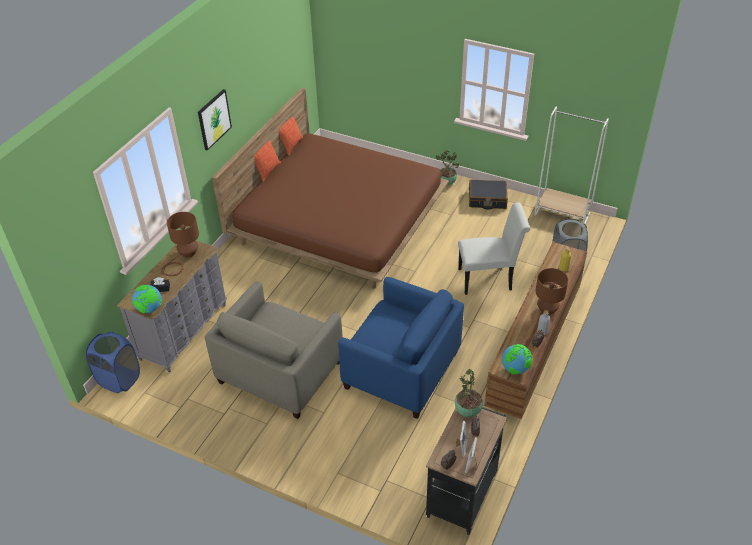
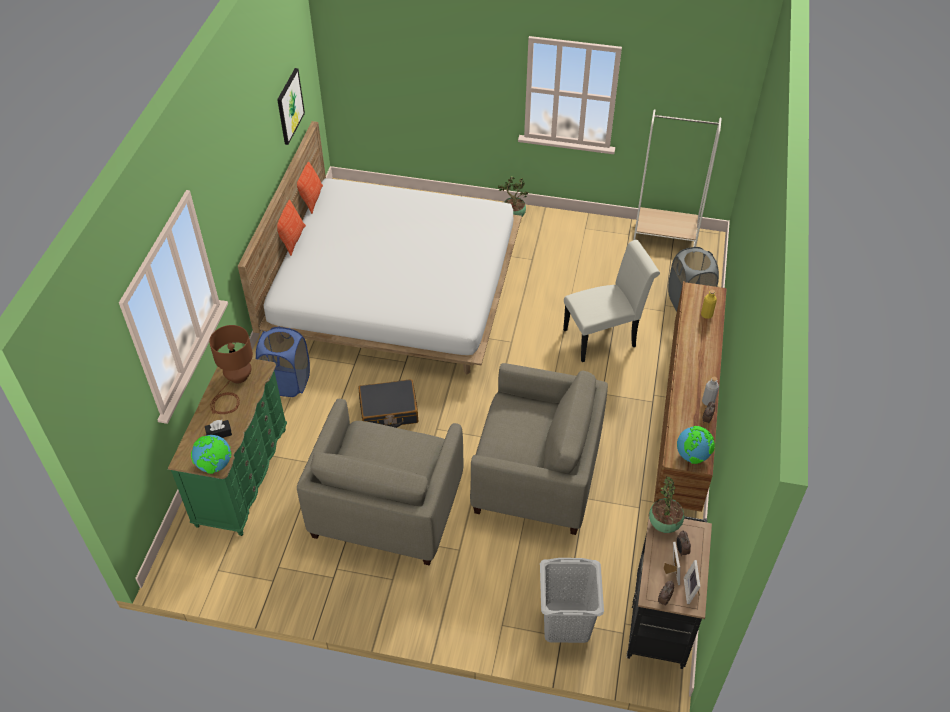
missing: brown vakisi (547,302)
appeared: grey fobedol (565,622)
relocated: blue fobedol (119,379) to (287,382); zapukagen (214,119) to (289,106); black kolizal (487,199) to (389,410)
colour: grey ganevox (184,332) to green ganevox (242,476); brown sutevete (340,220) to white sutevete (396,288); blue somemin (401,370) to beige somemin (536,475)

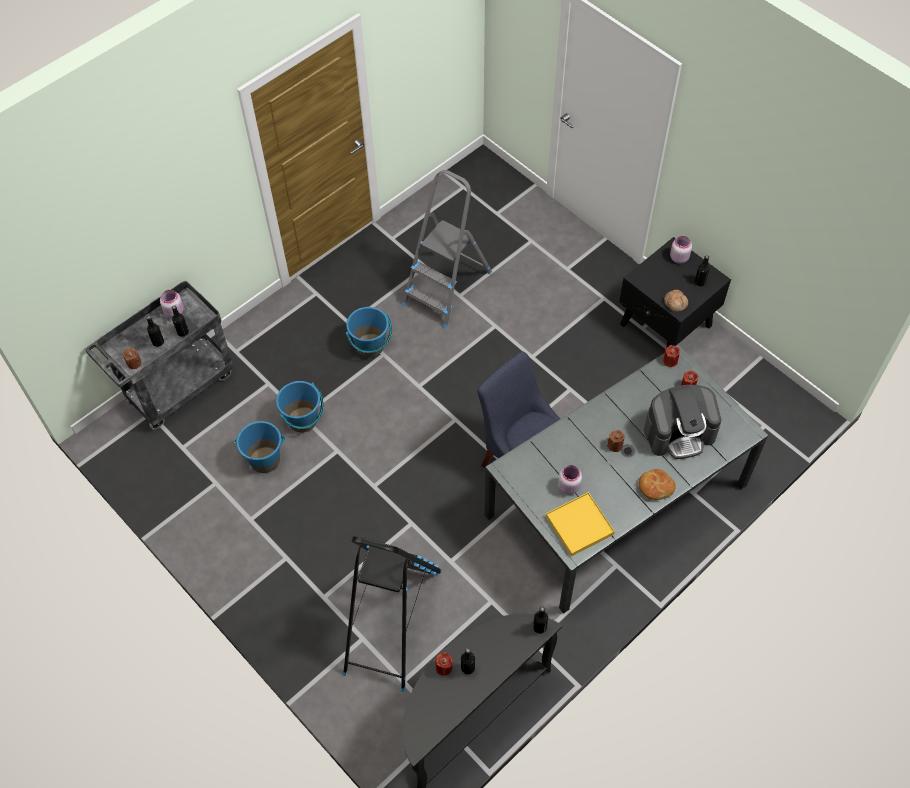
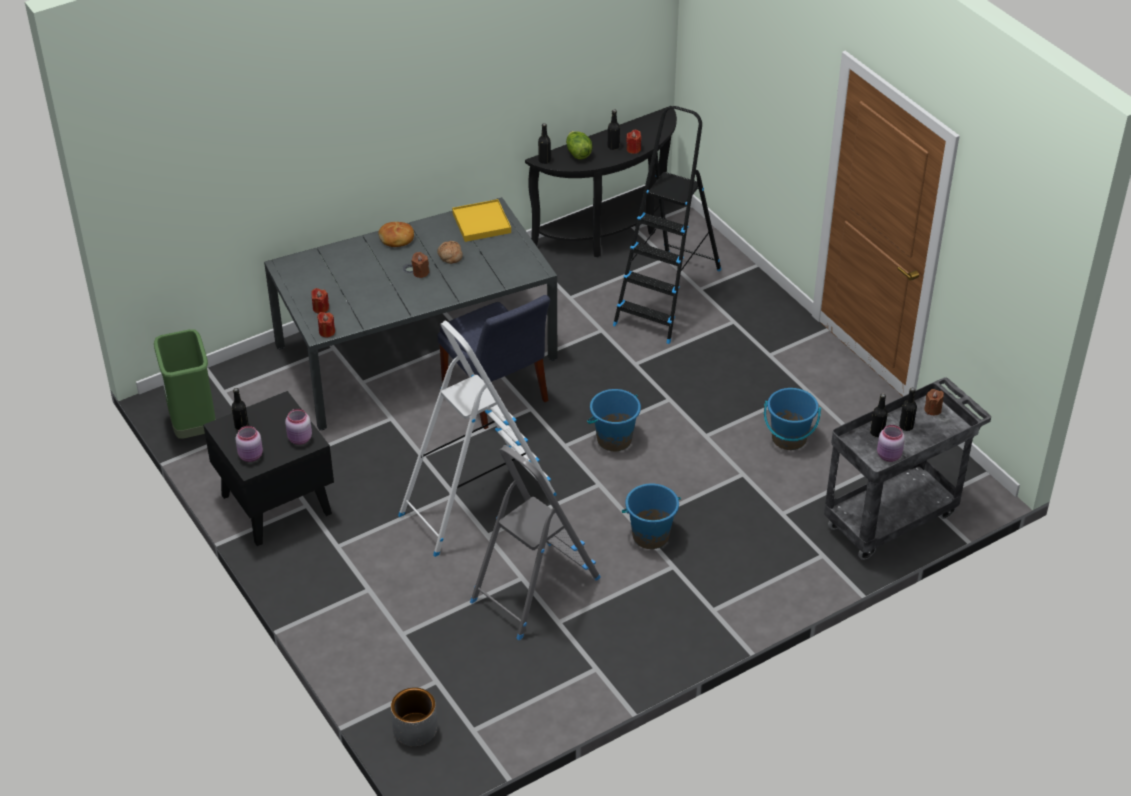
missing: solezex (679,432)
appeared: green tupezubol (194,427); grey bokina (414,729); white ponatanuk (478,504); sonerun (578,153)
relocated: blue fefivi (303,420) to (614,439); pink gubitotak (568,486) to (300,439); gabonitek (675,303) to (450,256)

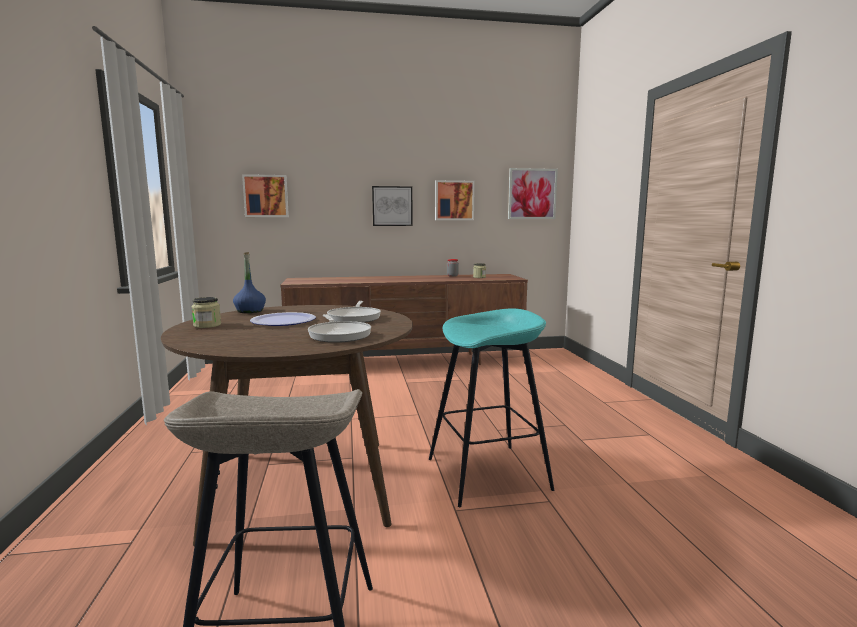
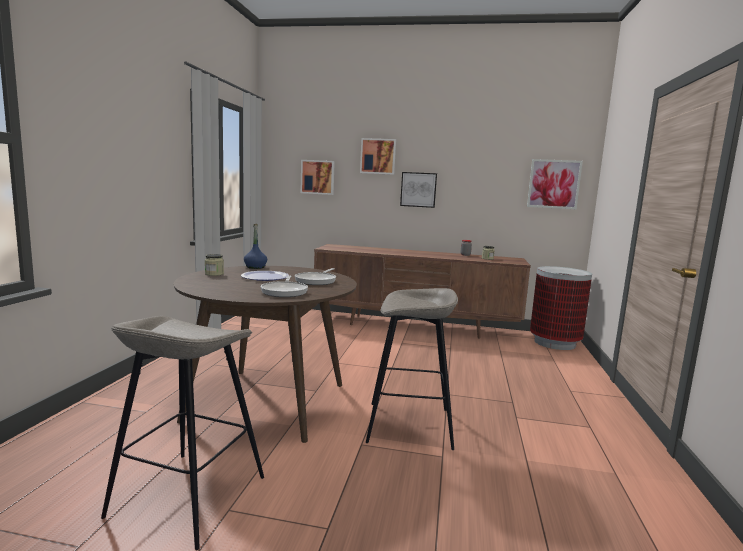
appeared: tupezubol (554,343)
relocated: zapukagen (454,200) to (378,156)
colour: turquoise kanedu (488,474) to grey kanedu (409,425)

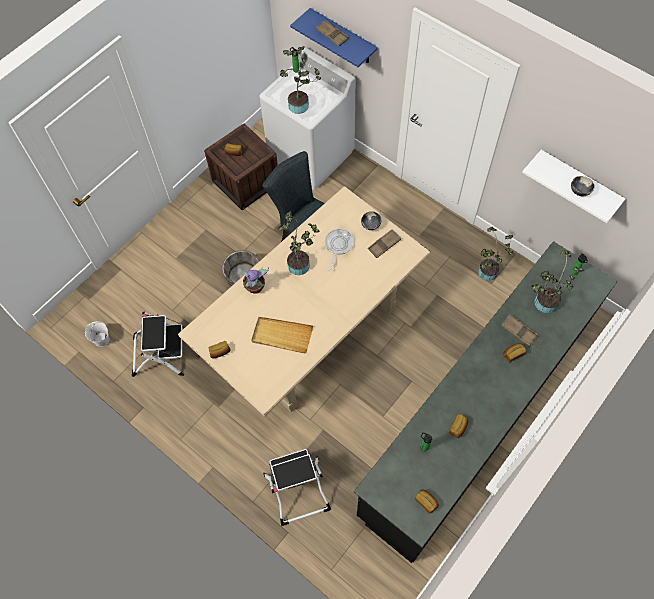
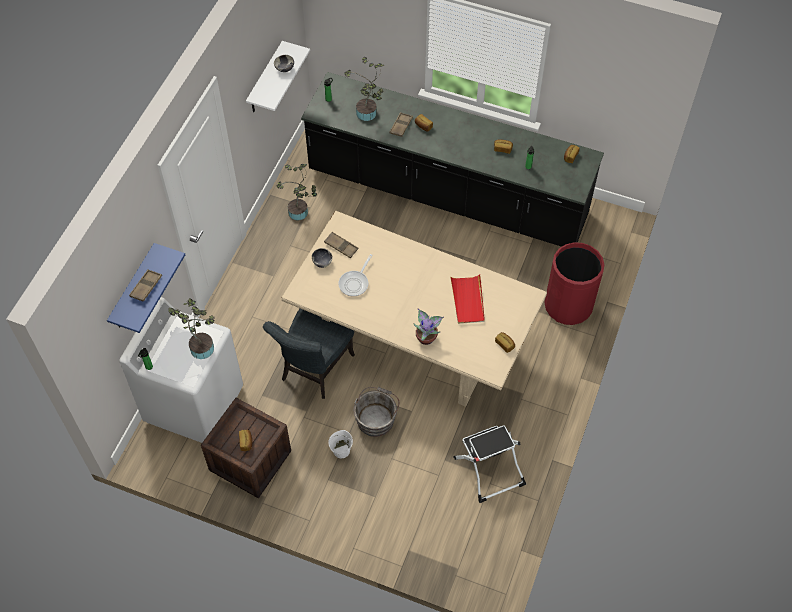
missing: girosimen (300,263)
relocated: white fefivi (102,339) to (341,450)
exchanged: ponatanuk (297,489) to red tupezubol (568,305)
colour: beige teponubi (282,336) to red teponubi (468,300)
spun: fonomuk (338,246) = (355,283) 60 degrees counterclockwise

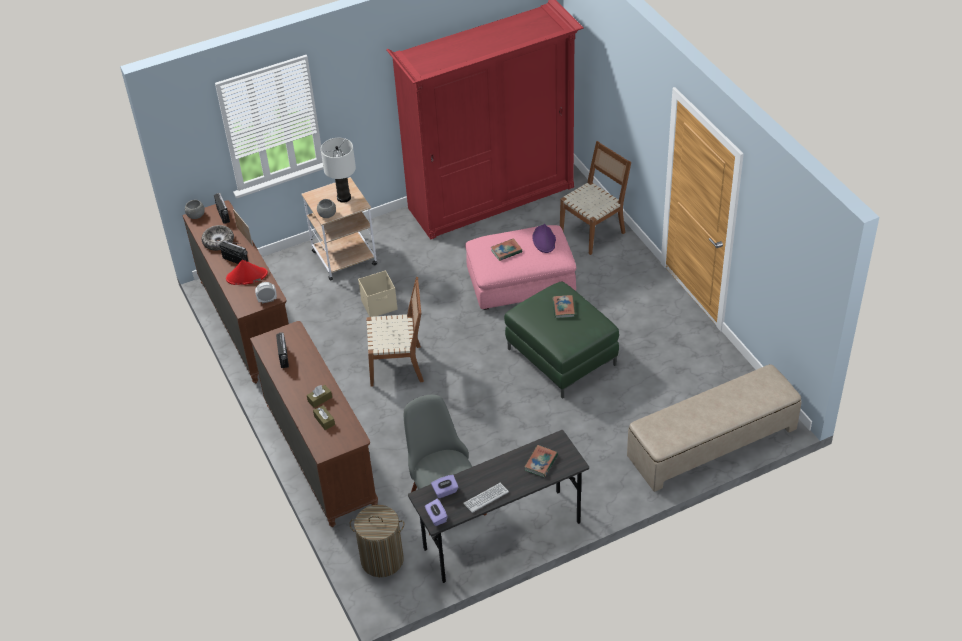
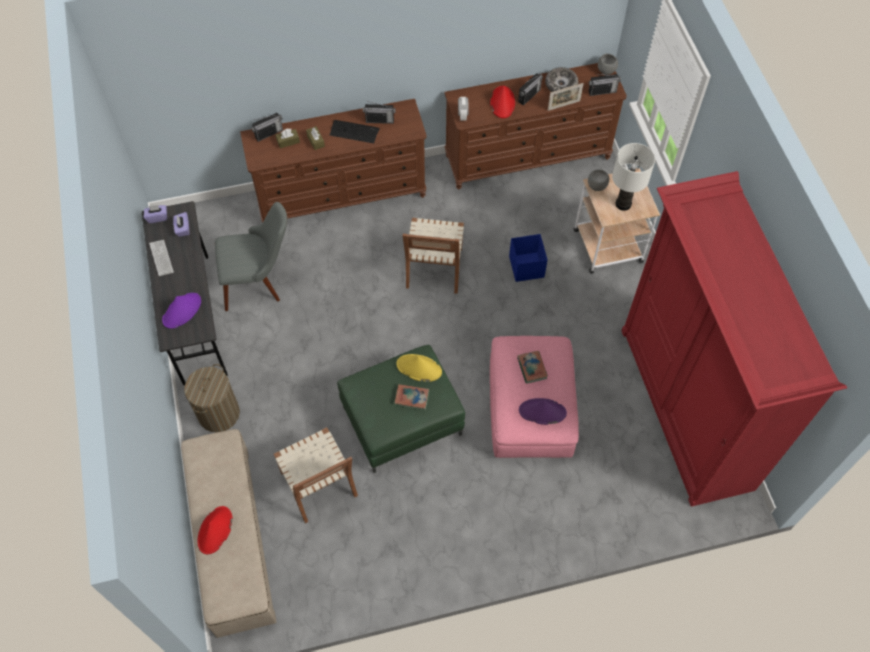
appeared: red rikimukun (215,530); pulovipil (268,133); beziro (354,131); yellow rikimukun (418,368)
relocated: fobedol (382,560) to (218,413); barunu (594,232) to (319,488)
exchanged: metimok (541,463) to purple rikimukun (182,310)
colour: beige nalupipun (380,305) to blue nalupipun (526,267)

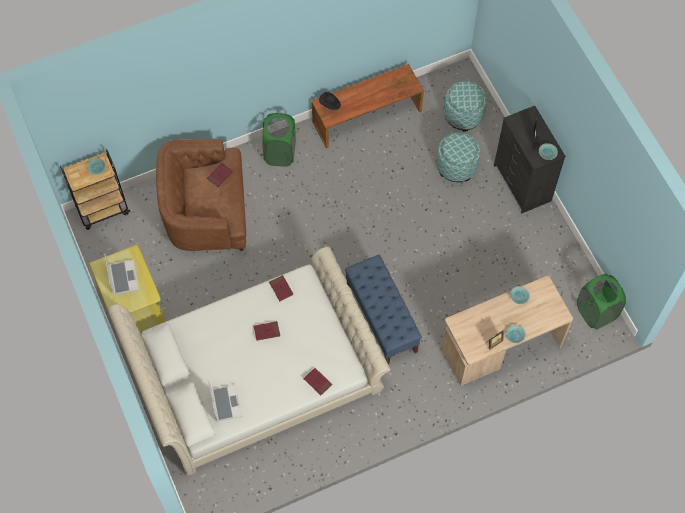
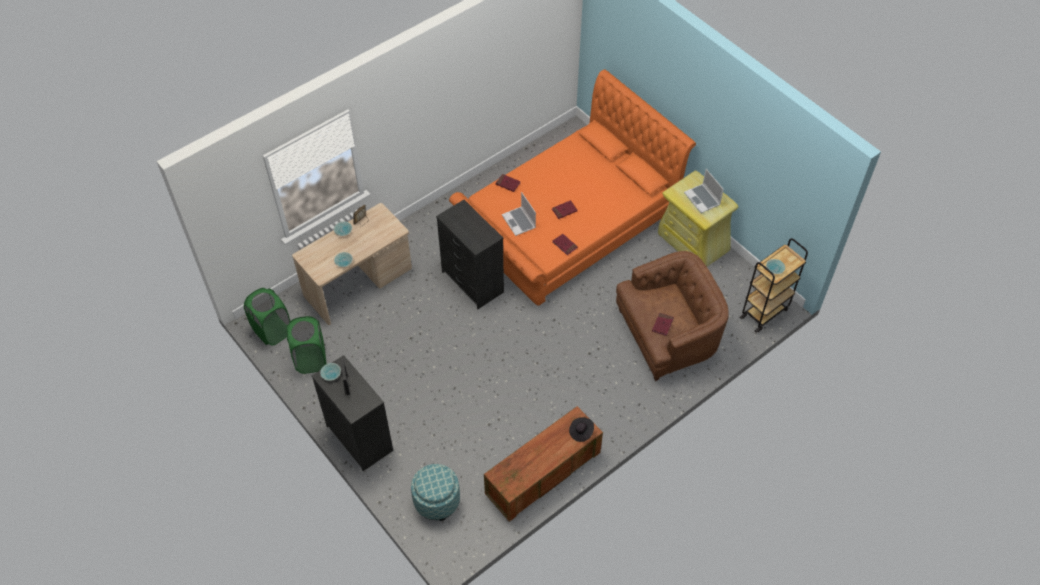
missing: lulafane (456,166)
relocated: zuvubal (225,403) to (519,222); green fobedol (280,153) to (311,359)
exchanged: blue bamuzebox (381,318) to black ganevox (472,282)
colour: beige sutevete (256,371) to orange sutevete (568,220)

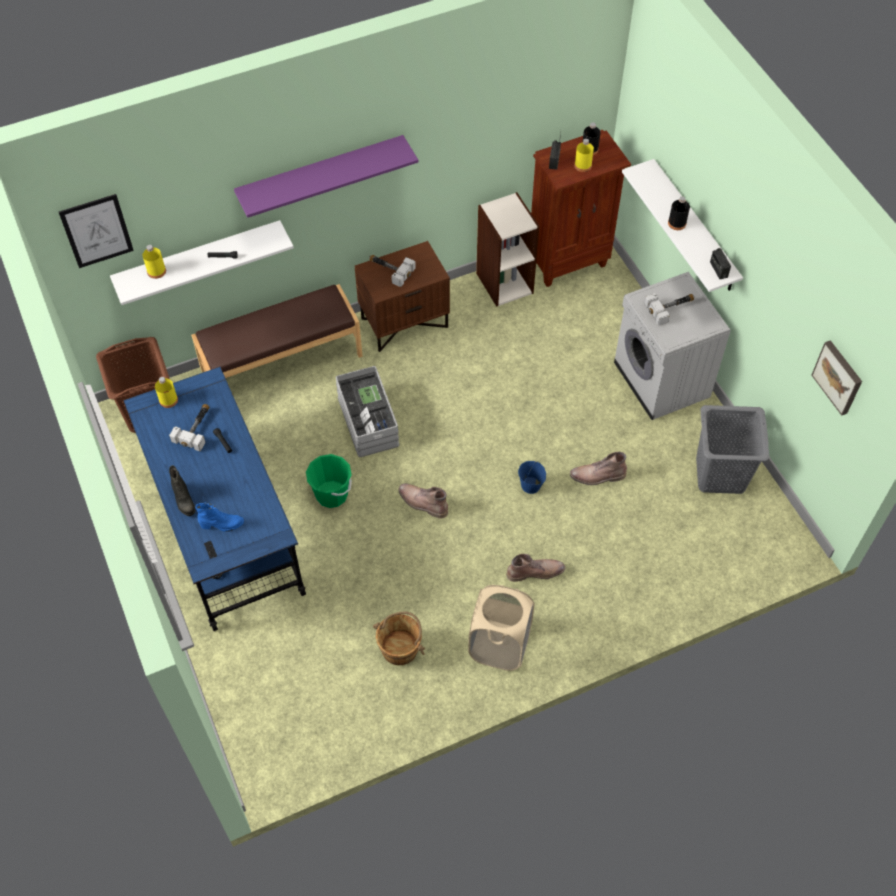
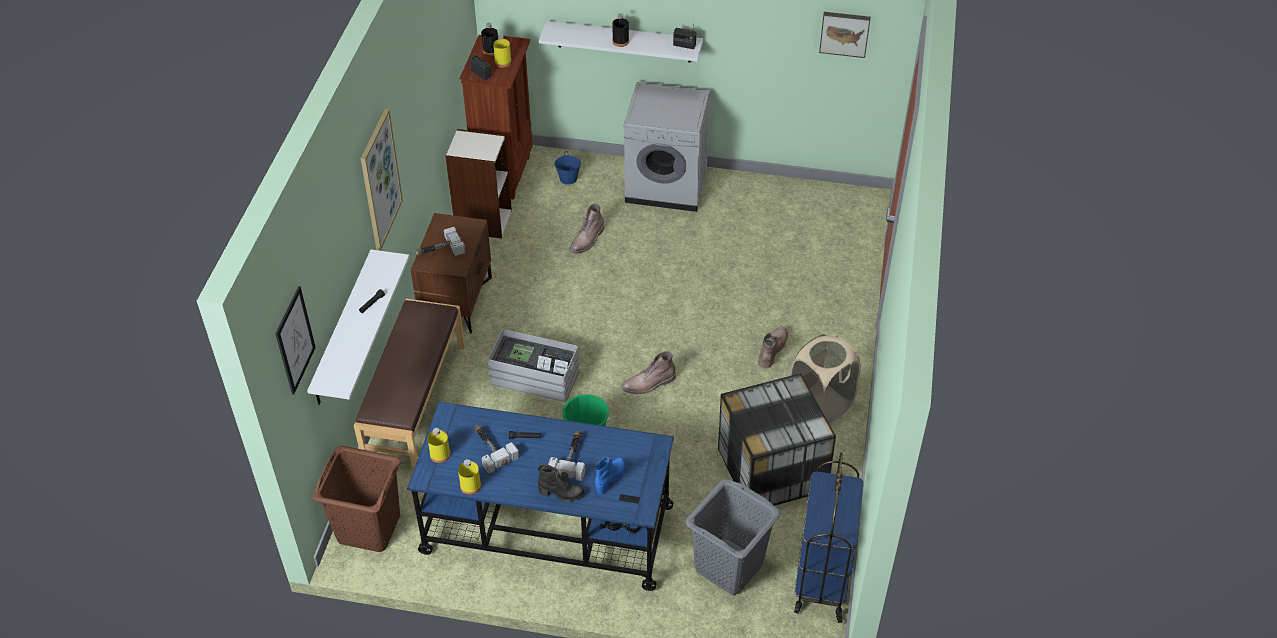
appeared: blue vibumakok (823,576)
relocated: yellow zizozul (156,271) to (470,486); blue fefivi (531,485) to (568,179); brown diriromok (597,476) to (587,240); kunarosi (671,307) to (571,457); grey fobedol (719,473) to (728,566)
exchanged: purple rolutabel (321,173) to zapukagen (379,180); brown fefivi (400,647) to nalupipun (772,469)

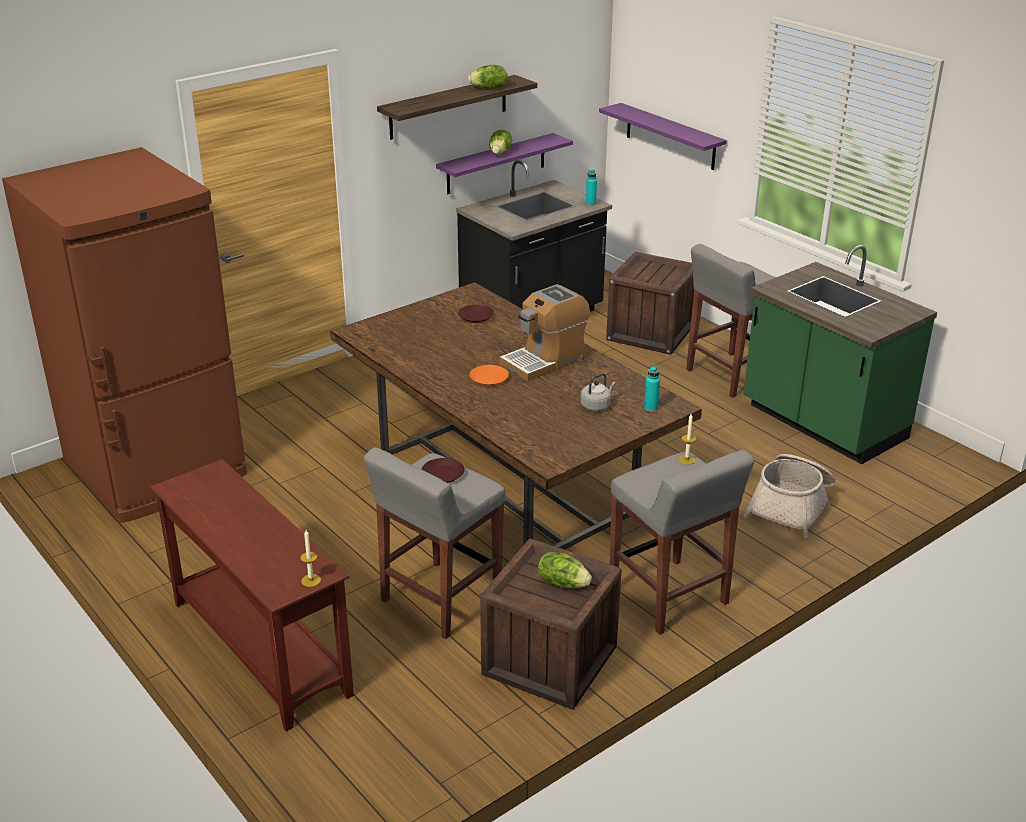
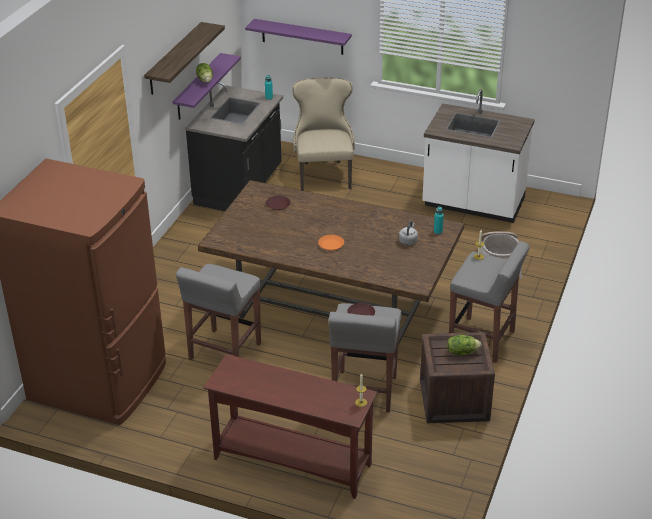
missing: sonerun (489,88); solezex (545,360)
relocated: grey kanedu (730,375) to (224,352)
exchanged: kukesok (650,333) to beige barunu (324,174)
colour: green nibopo (822,424) to white nibopo (473,204)

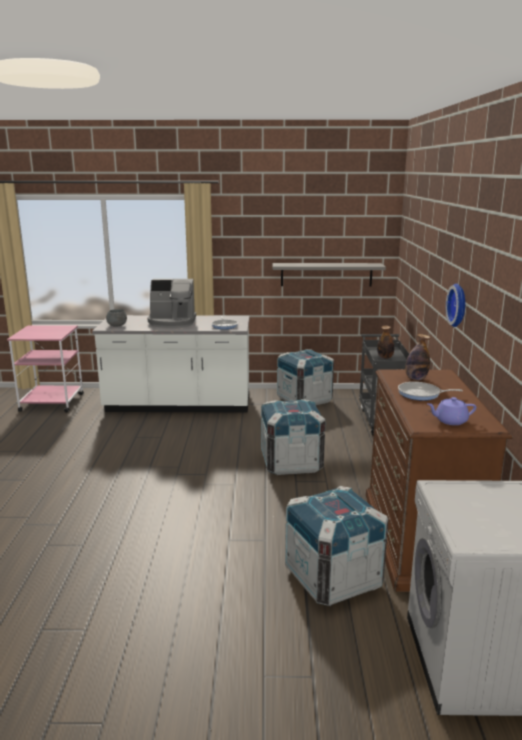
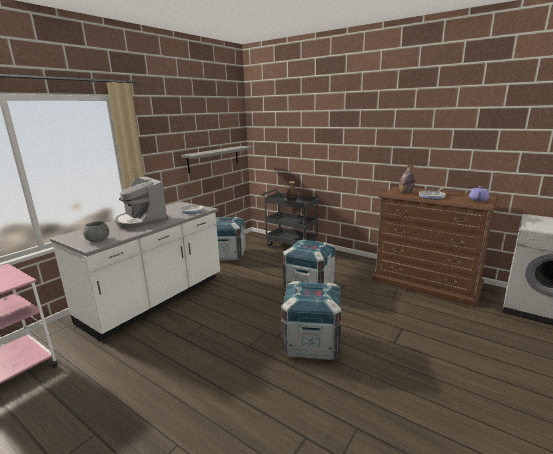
missing: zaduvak (459,305)
relocated: kukesok (333,577) to (311,343)
spun: solezex (172,322) = (141,222) 105 degrees clockwise

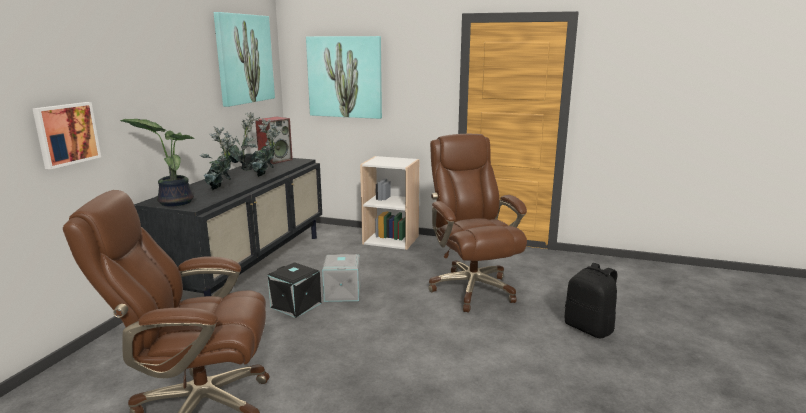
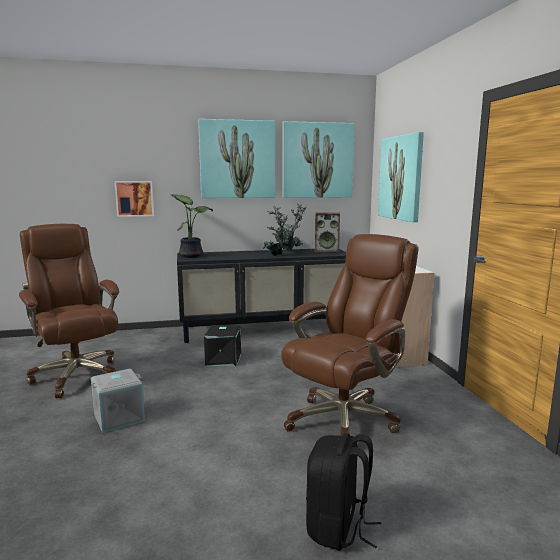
missing: girosimen (221,189)
appeared: zapukagen (237,159)
relocated: grey nalupipun (341,293) to (119,417)

